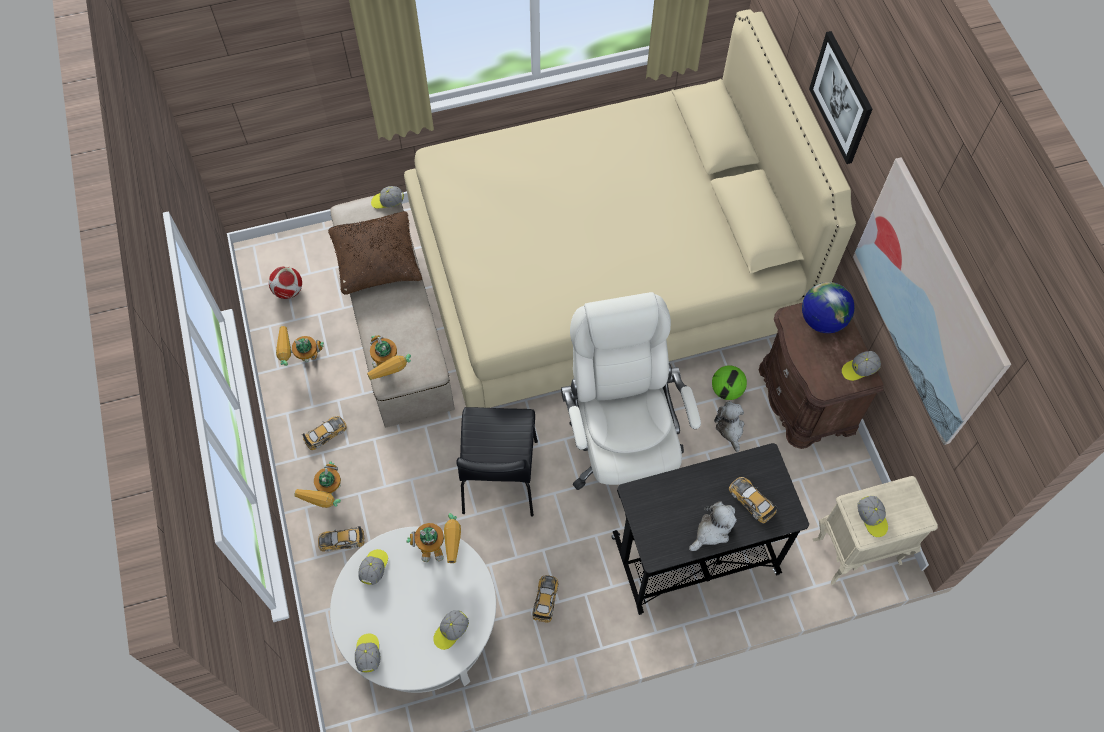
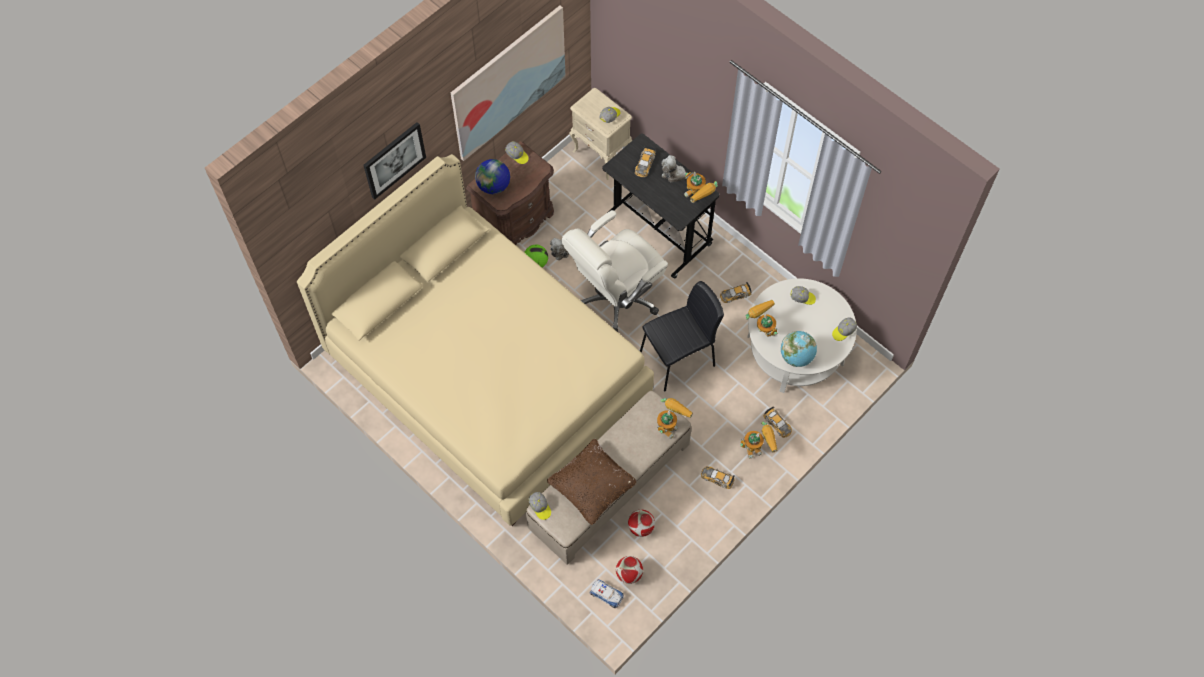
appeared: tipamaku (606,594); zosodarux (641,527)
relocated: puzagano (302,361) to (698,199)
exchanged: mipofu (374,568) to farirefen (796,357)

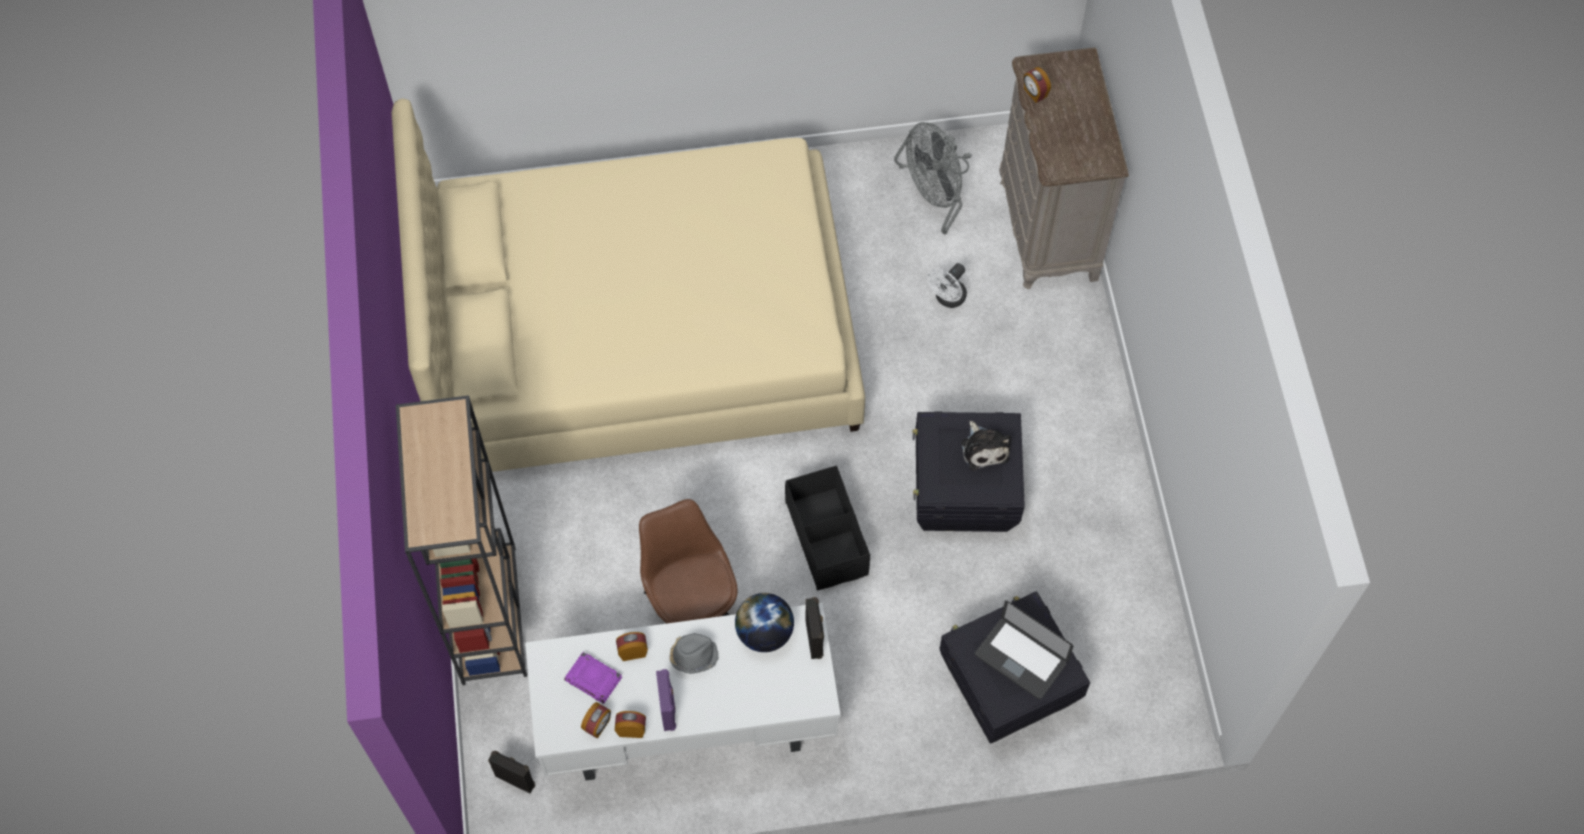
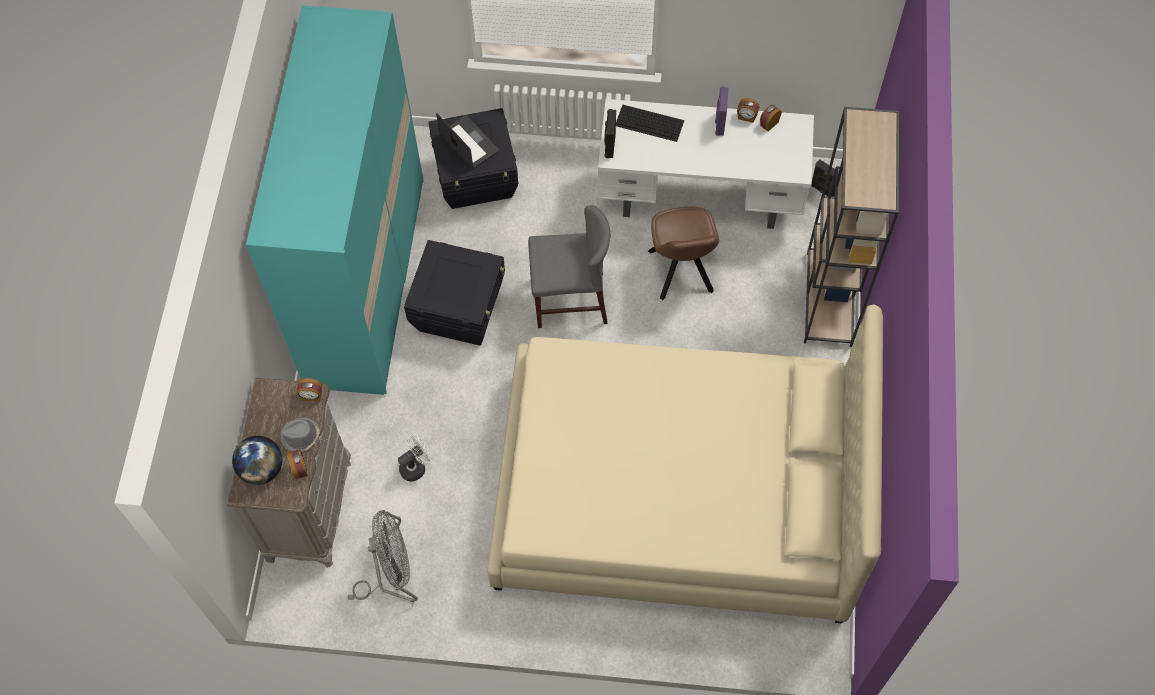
missing: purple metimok (594,679); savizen (984,448)
appeared: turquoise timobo (366,280); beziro (650,123)
relocated: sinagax (633,651) to (312,396); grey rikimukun (693,655) to (300,436); farirefen (764,633) to (262,469)
exchanged: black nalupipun (827,538) to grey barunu (570,300)

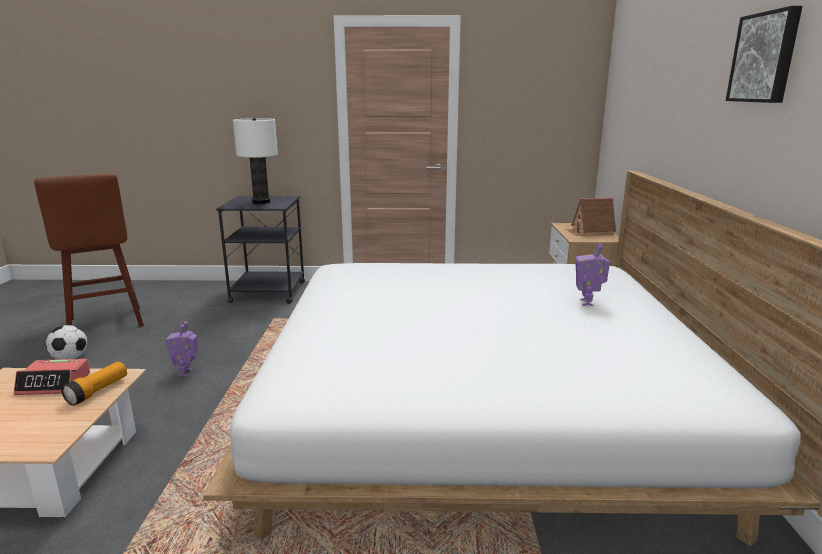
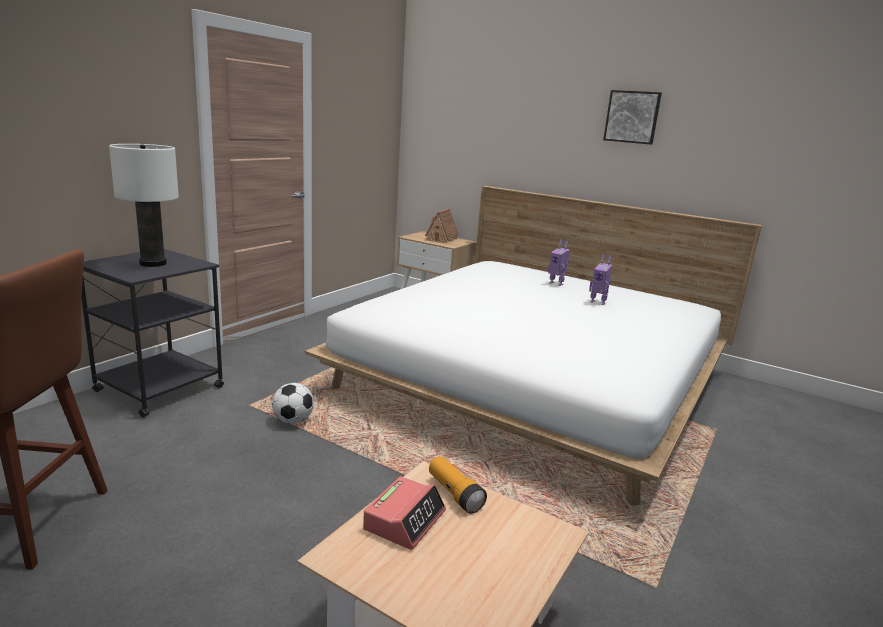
relocated: zosodarux (70,358) to (293,420); puzagano (186,372) to (598,302)

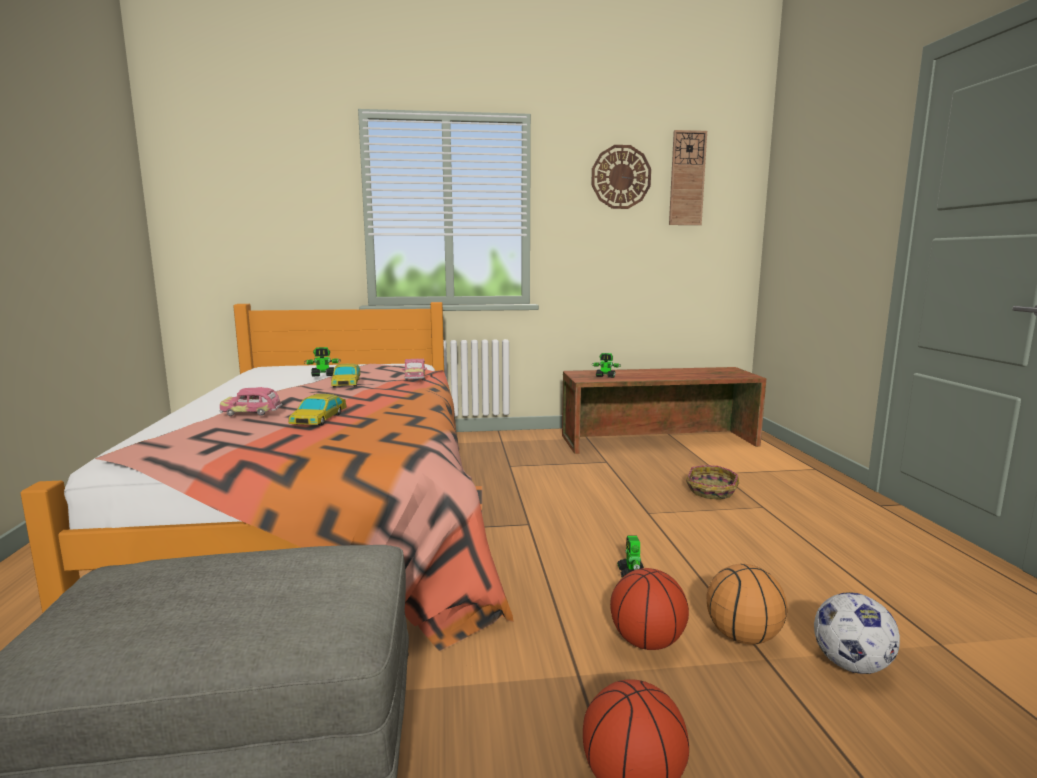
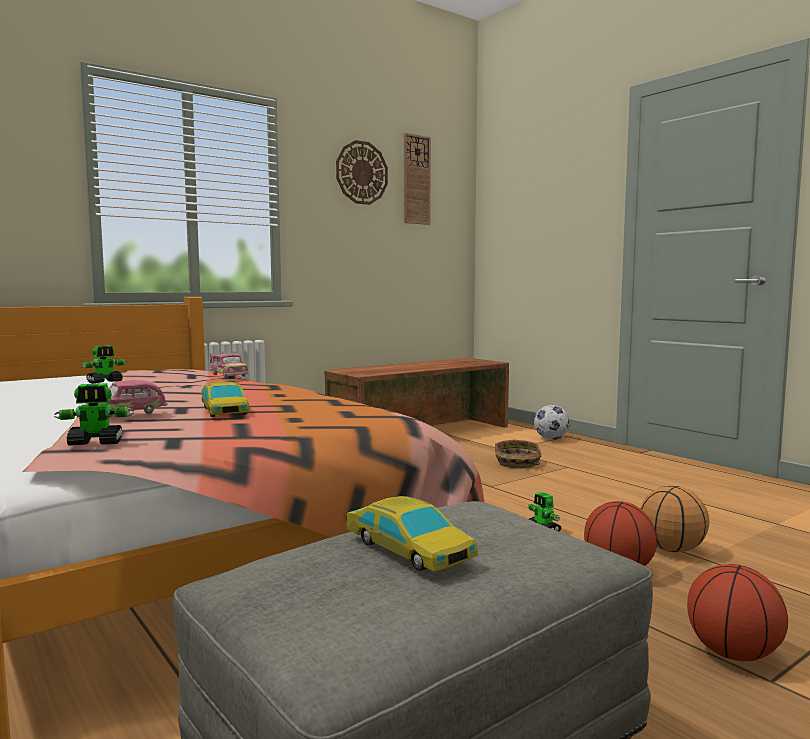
relocated: tipamaku (346,383) to (408,548); puzagano (605,376) to (96,443); zosodarux (851,665) to (551,439)

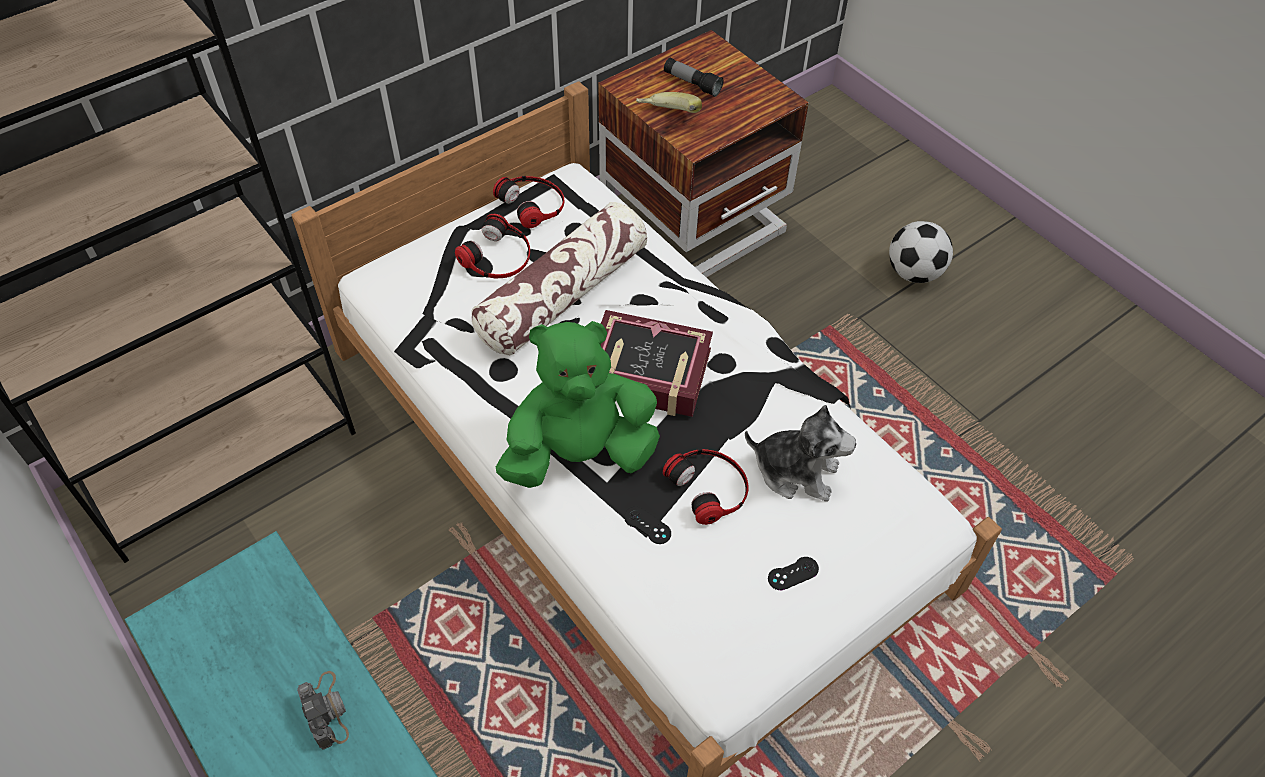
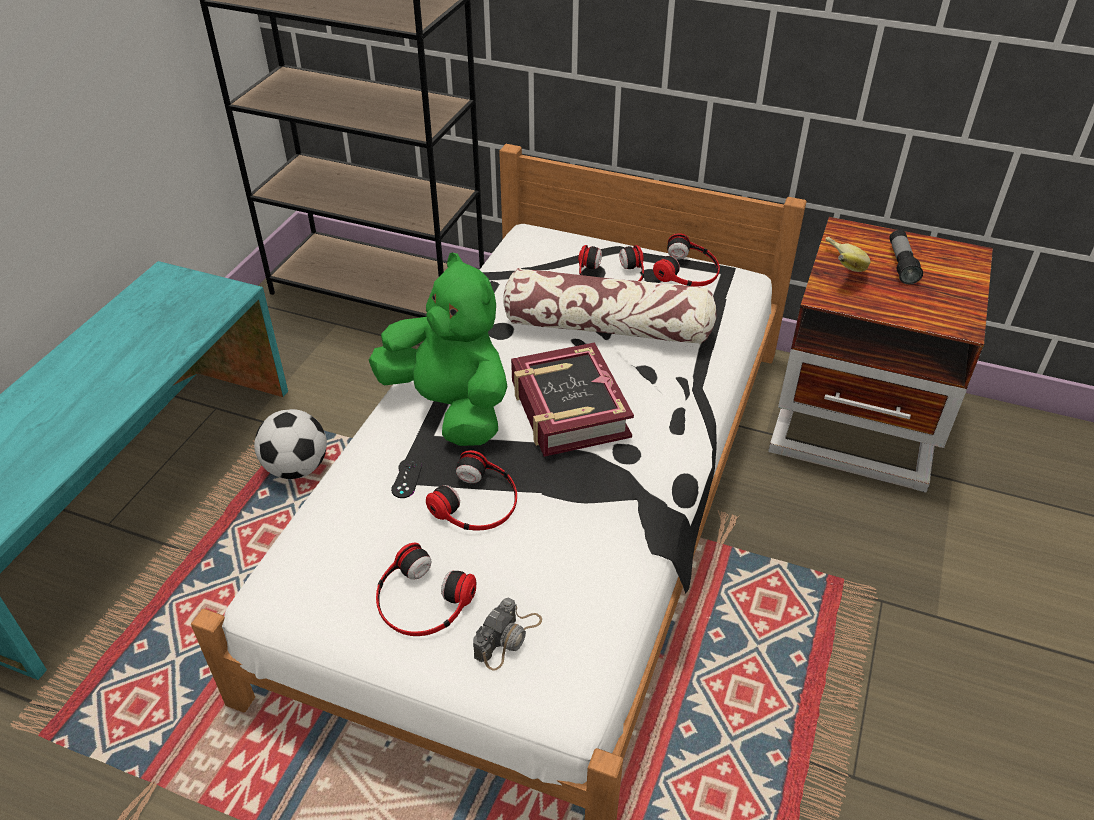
missing: savizen (795,471)
relocated: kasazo (327,710) to (508,637); zosodarux (913,273) to (297,468)
exchanged: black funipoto (793,573) to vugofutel (421,600)

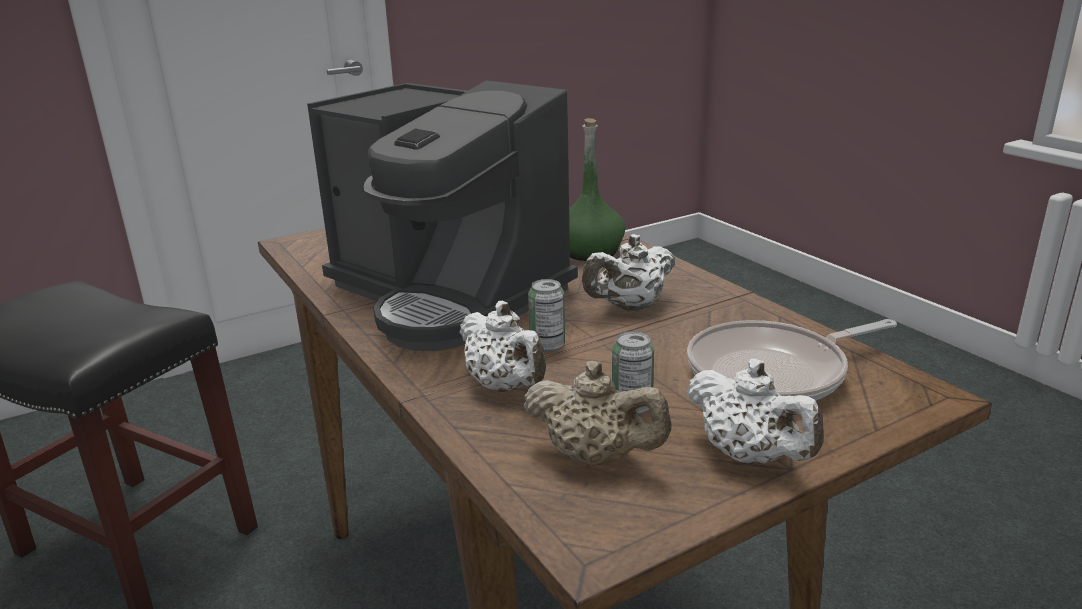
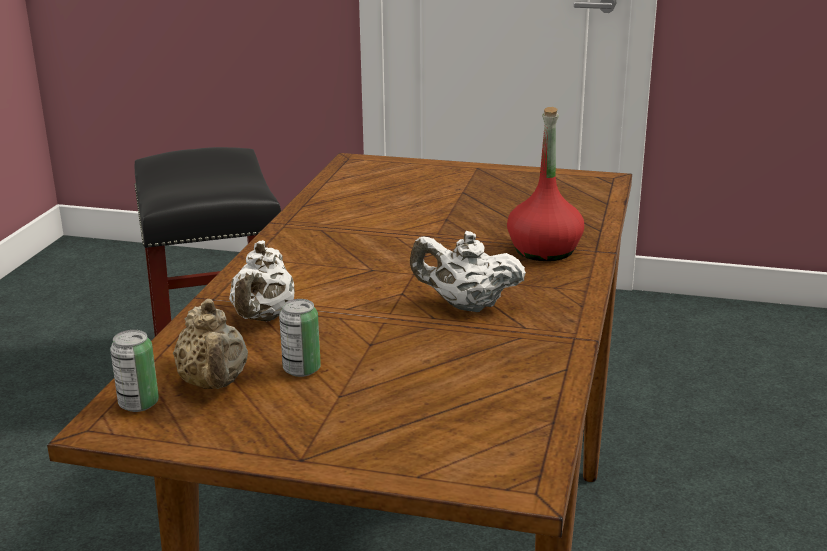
missing: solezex (448,295); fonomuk (774,373); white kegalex (749,456)
relocated: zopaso (547,346) to (139,404)
colour: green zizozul (590,252) to red zizozul (544,250)

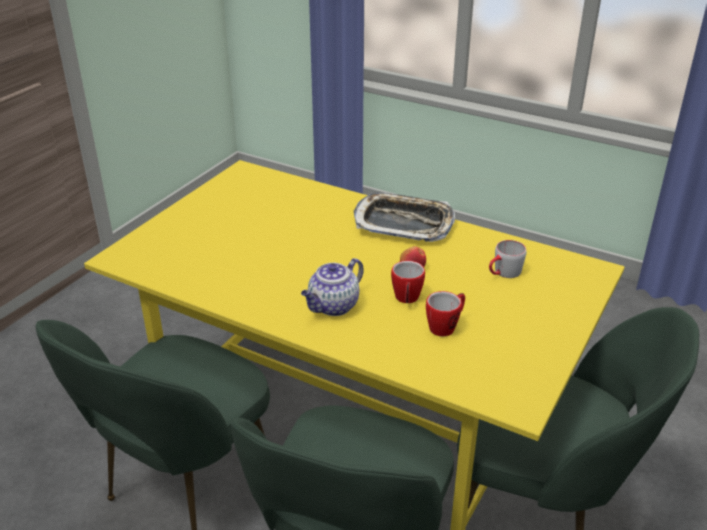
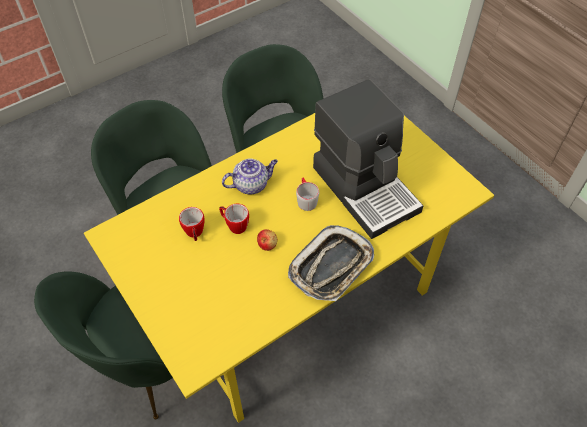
appeared: solezex (366,187)
relocated: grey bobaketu (503,273) to (305,199)
spun: kegalex (333,307) = (251,184) 90 degrees clockwise

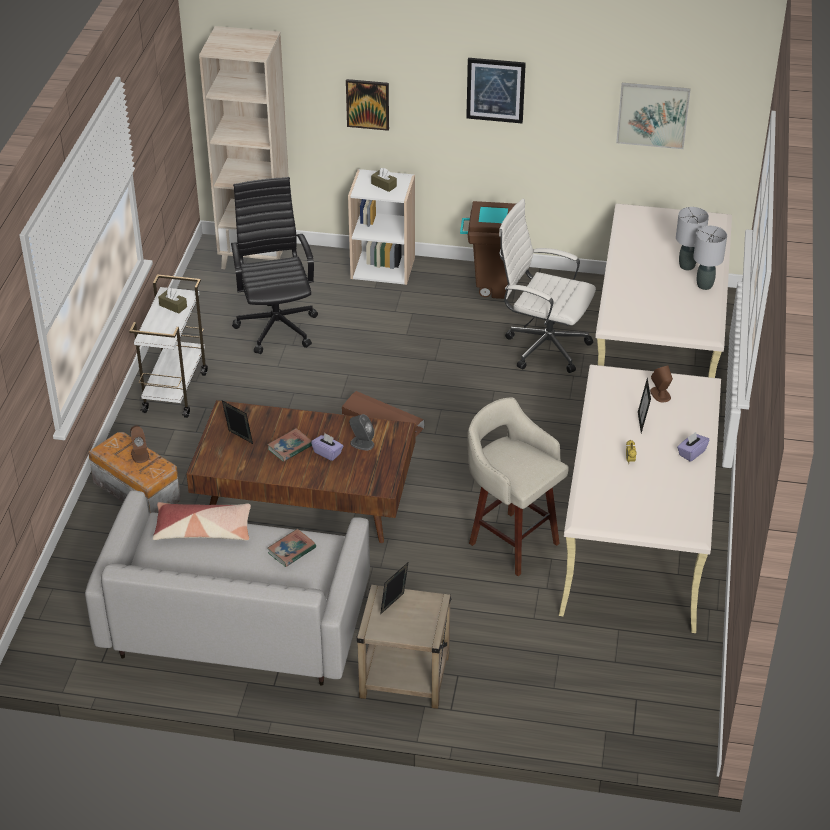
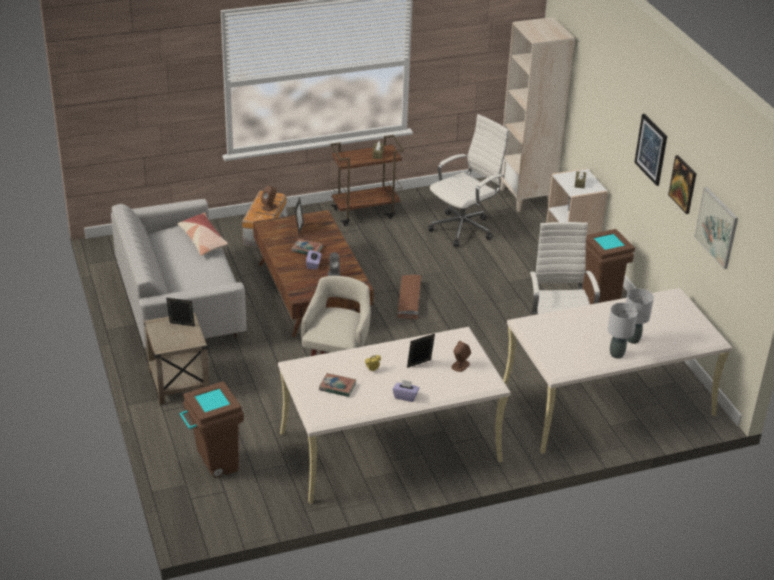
appeared: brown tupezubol (214,466)
relocated: metimok (291,550) to (337,387); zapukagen (367,104) to (683,184)
colour: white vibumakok (176,390) to brown vibumakok (366,213); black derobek (276,326) to white derobek (464,228)

